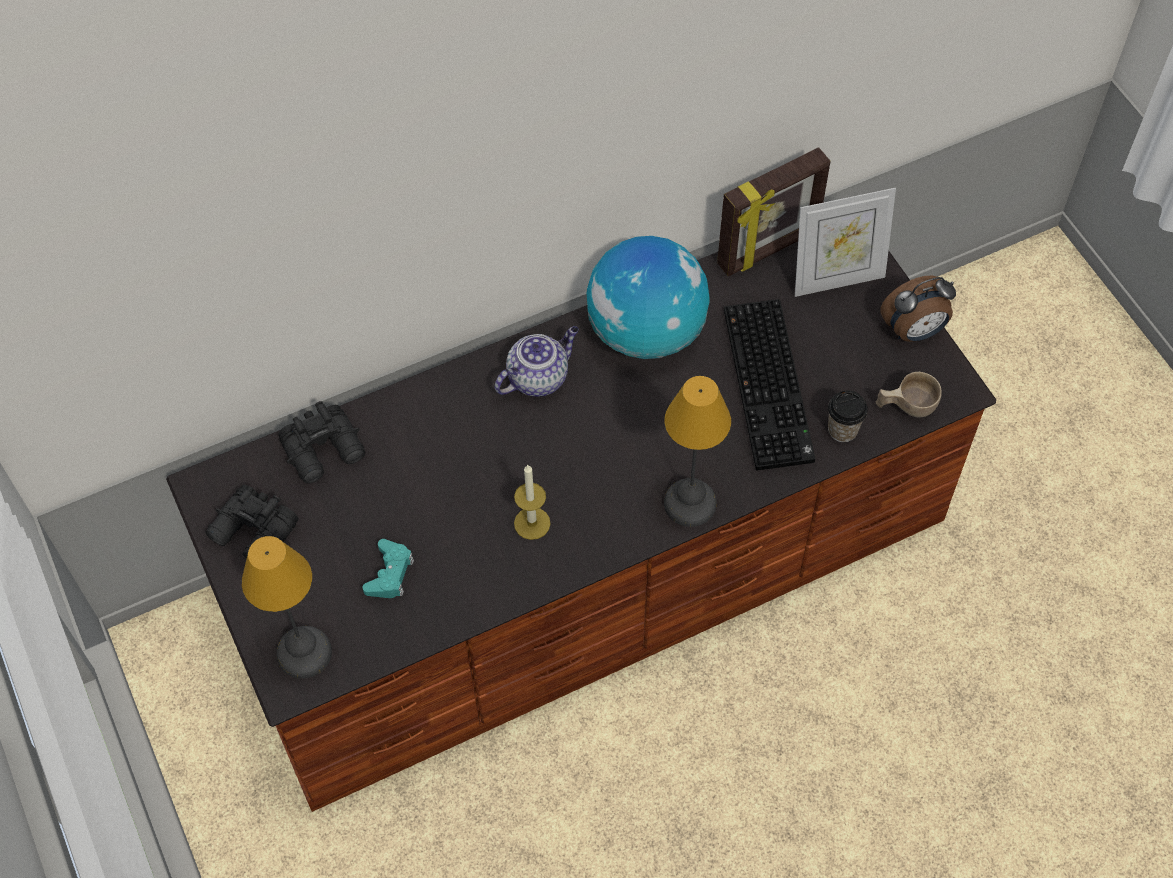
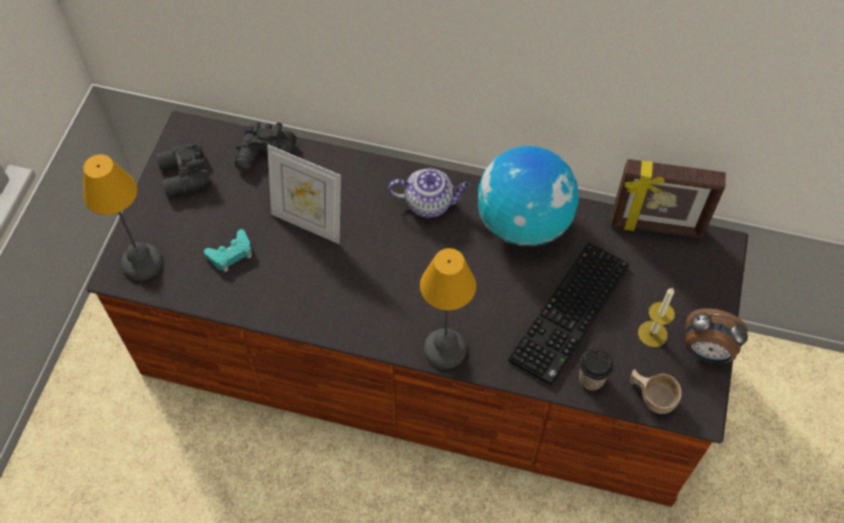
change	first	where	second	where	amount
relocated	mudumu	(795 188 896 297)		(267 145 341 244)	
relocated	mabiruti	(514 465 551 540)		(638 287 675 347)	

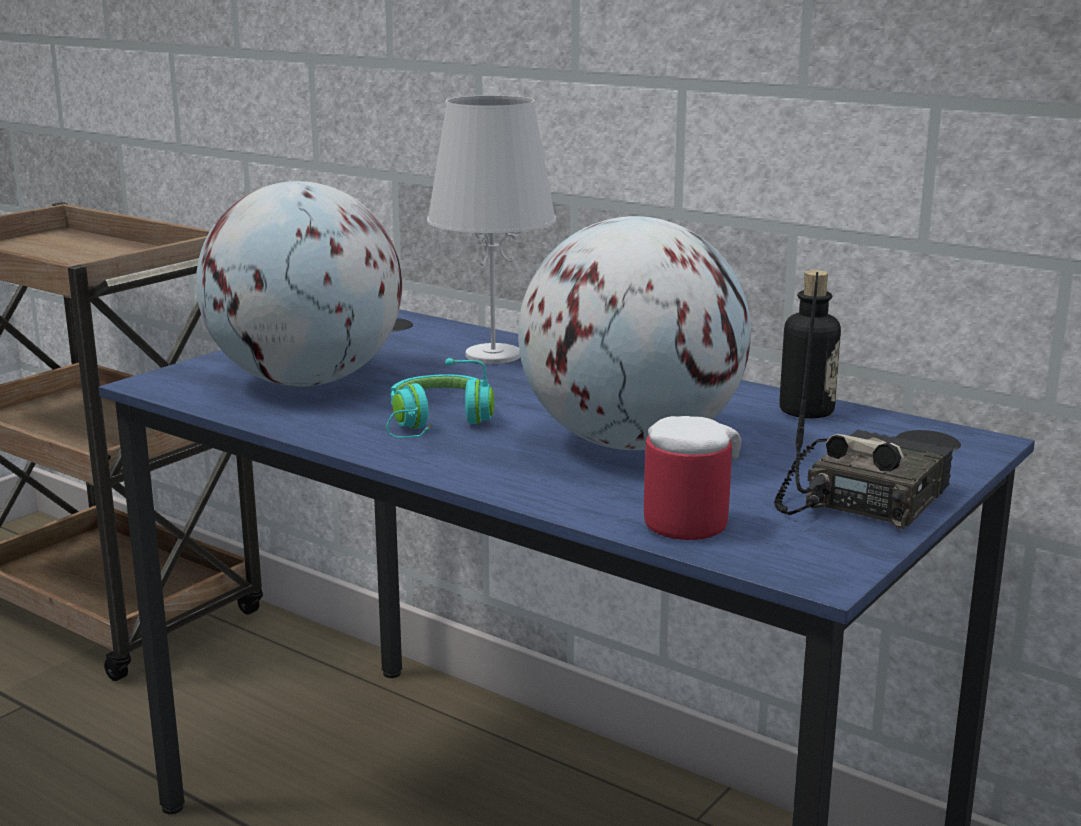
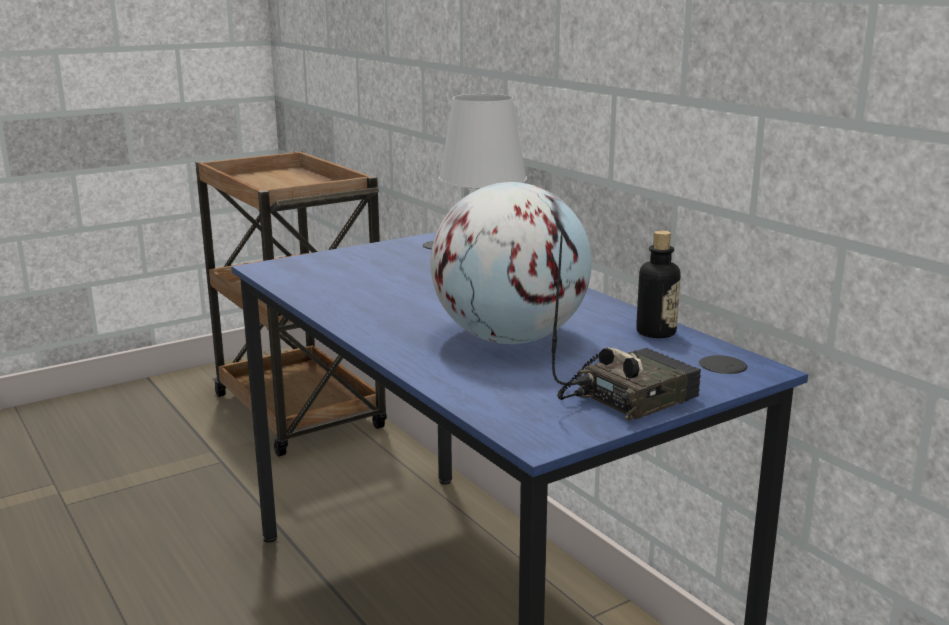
change	first	where	second	where	amount
missing	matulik	(196 181 402 387)			
missing	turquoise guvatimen	(386 358 494 438)			
missing	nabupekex	(644 416 741 540)			

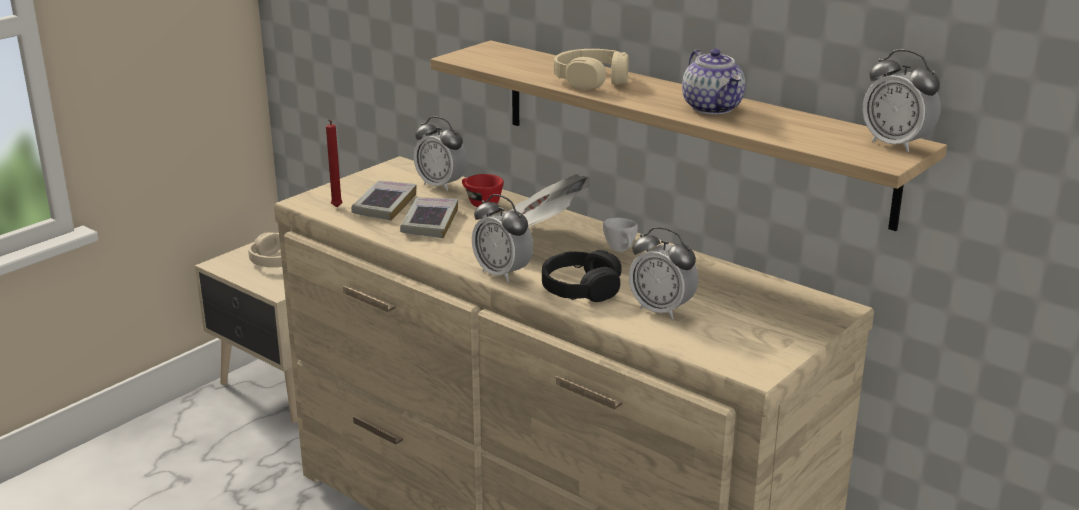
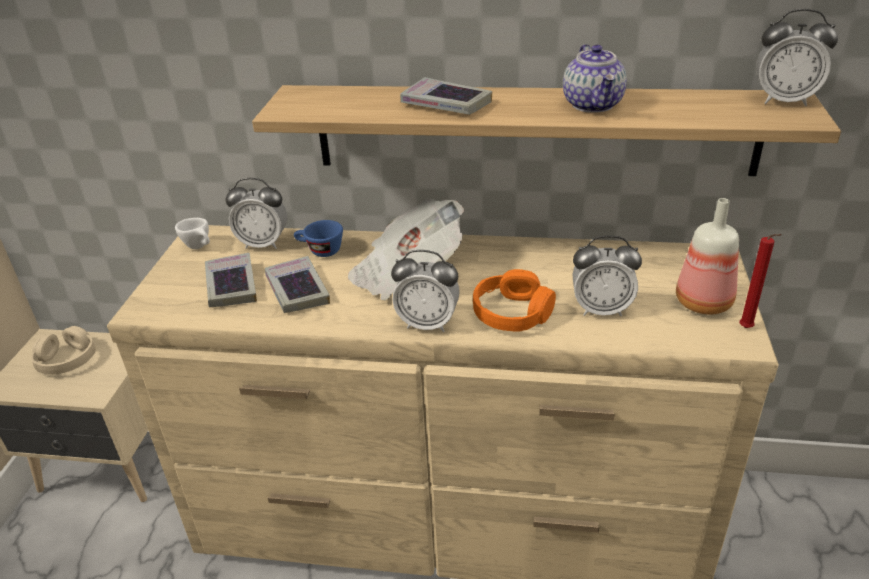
change	first	where	second	where	amount
relocated	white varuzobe	(603 218 638 252)		(175 218 210 249)	
colour	red varuzobe	(462 174 504 207)	blue varuzobe	(294 220 343 257)	
exchanged	beige guvatimen	(553 49 629 90)	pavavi	(400 77 492 115)	
colour	black guvatimen	(542 250 622 302)	orange guvatimen	(473 269 556 332)	
spun	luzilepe	(682 49 745 115)		(563 44 627 113)	45 degrees clockwise
appeared			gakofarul	(676 198 739 314)	
relocated	red mabiruti	(326 119 343 207)		(740 234 782 328)	

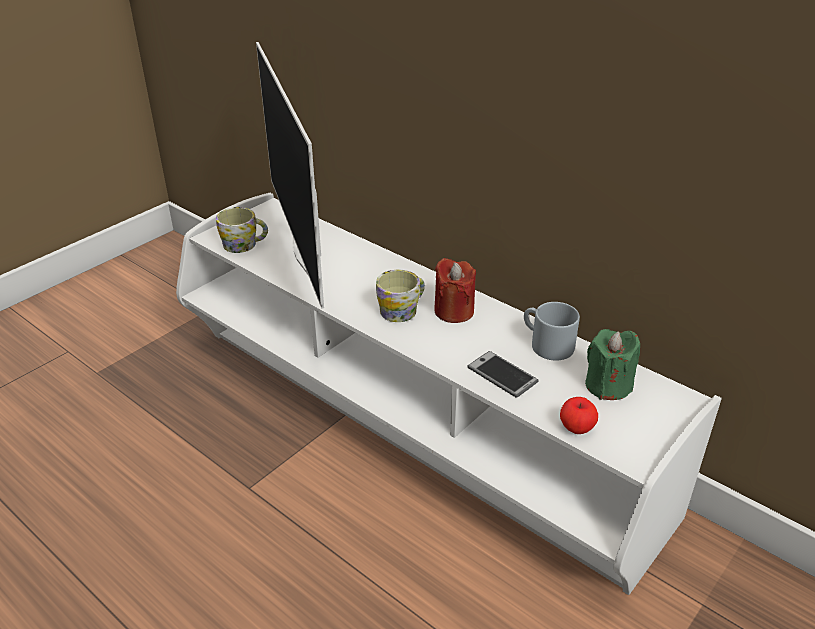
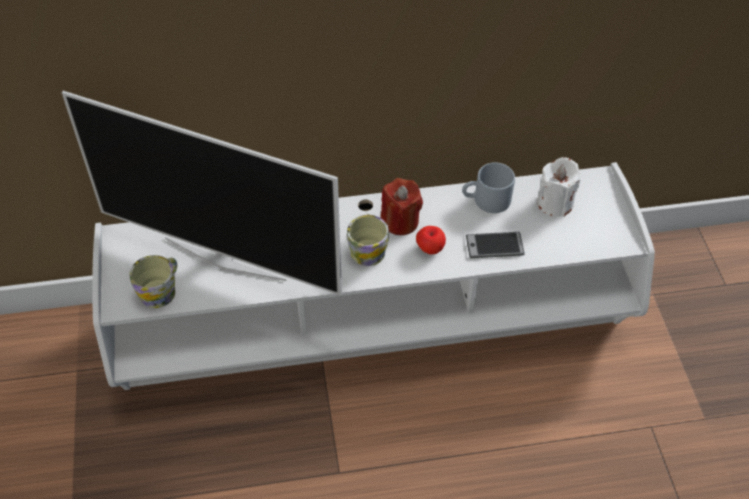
change	first	where	second	where	amount
relocated	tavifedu	(560 397 598 434)		(416 226 446 254)	
colour	green mabiruti	(585 329 640 400)	white mabiruti	(537 157 580 217)	

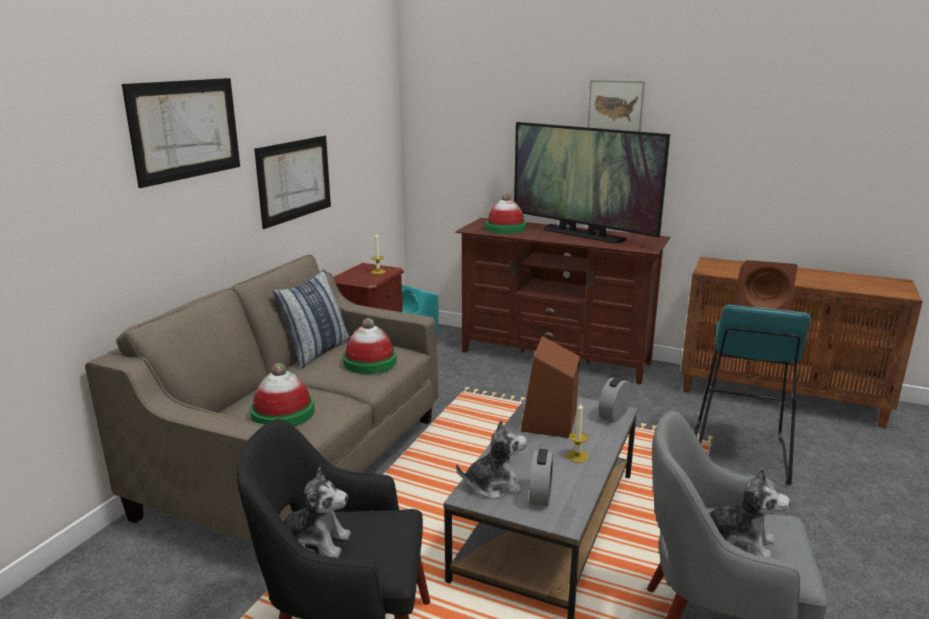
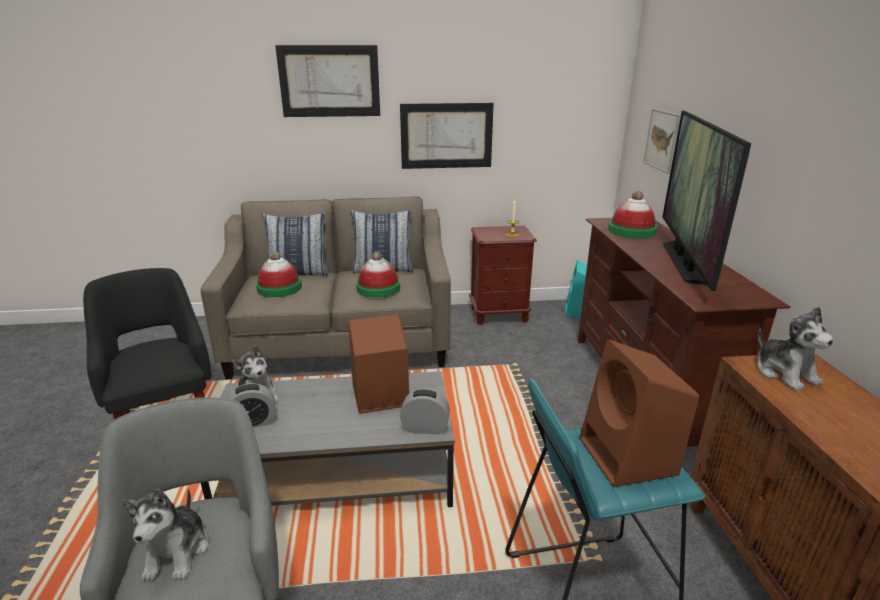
change	first	where	second	where	amount
appeared			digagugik	(262 212 328 276)	
relocated	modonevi	(587 80 645 132)		(643 109 681 174)	
relocated	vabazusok	(283 467 351 558)		(757 307 834 391)	
missing	mabiruti	(566 403 589 463)			

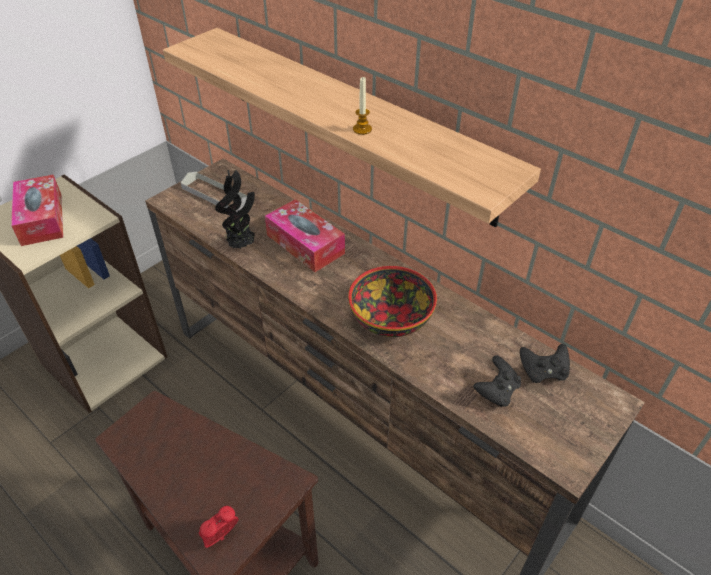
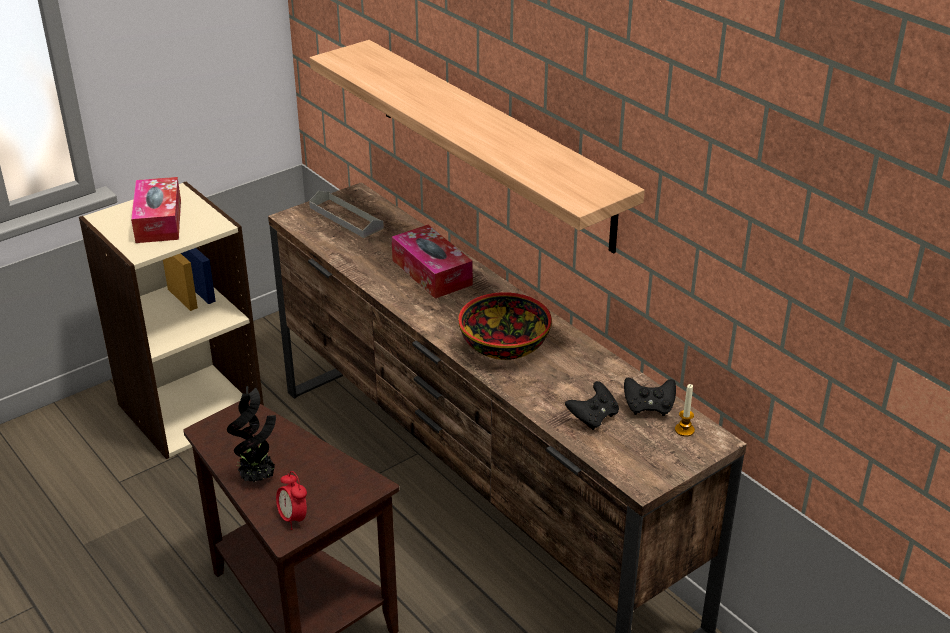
change	first	where	second	where	amount
relocated	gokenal	(215 170 255 249)		(227 386 276 482)	
spun	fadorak	(199 506 239 548)		(276 471 307 530)	90 degrees counterclockwise
relocated	mabiruti	(353 77 372 135)		(675 384 695 437)	

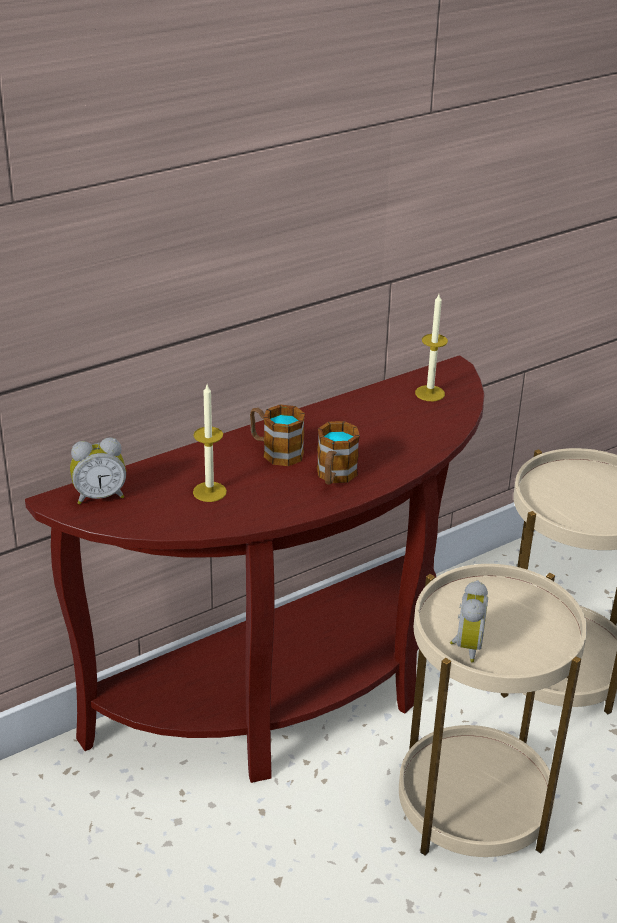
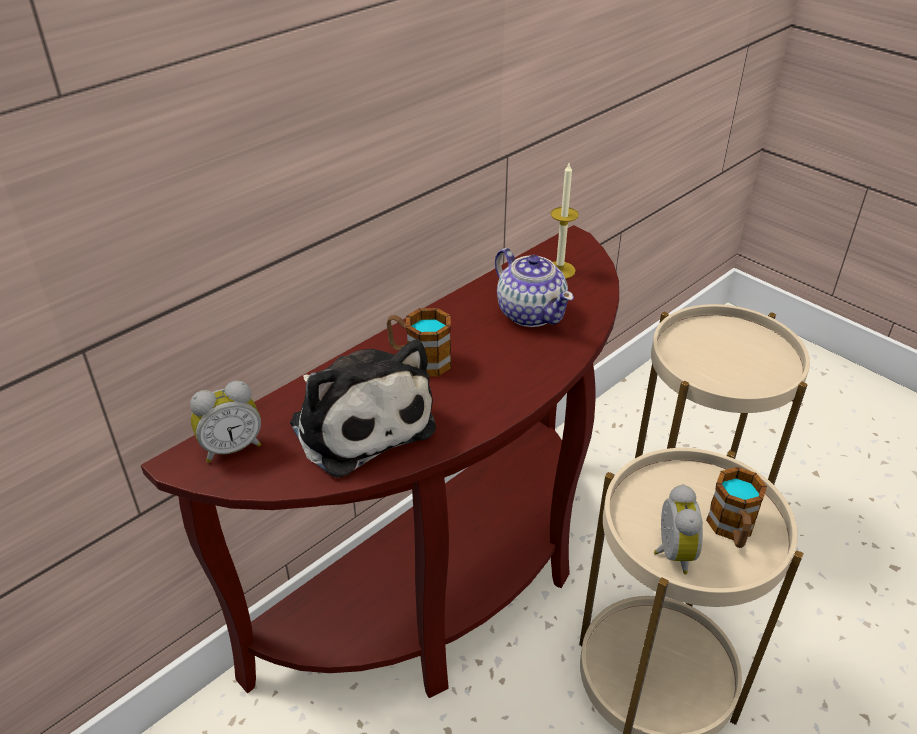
change	first	where	second	where	amount
exchanged	mabiruti	(193 385 227 502)	vabazusok	(290 339 436 478)	
appeared			luzilepe	(495 248 574 327)	
relocated	nabupekex	(317 421 360 484)		(706 467 767 548)	

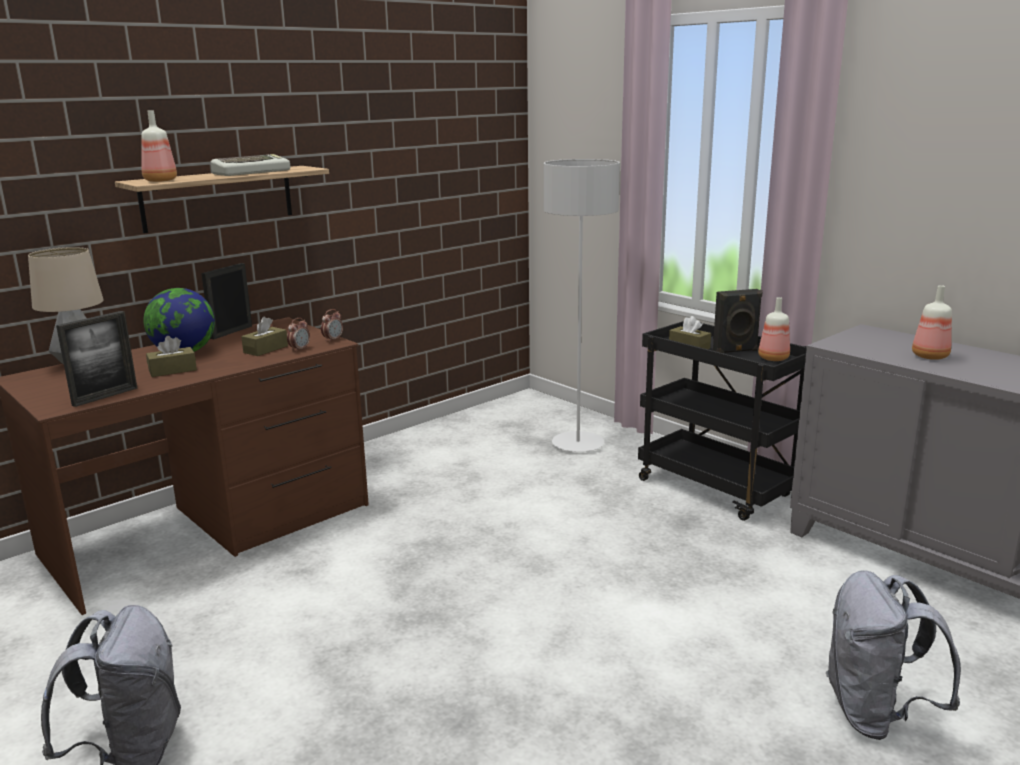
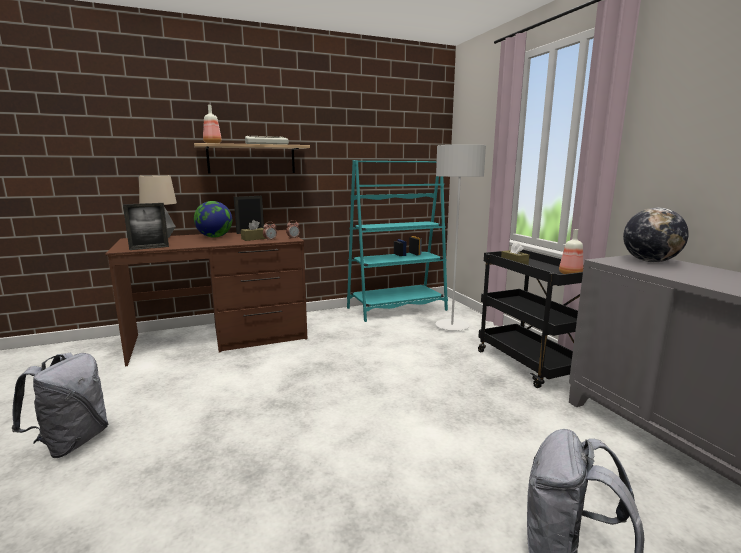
change	first	where	second	where	amount
appeared			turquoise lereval	(347 160 448 322)	
appeared			matulik	(623 208 689 262)	
missing	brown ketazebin	(146 336 197 377)			
missing	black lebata	(713 289 763 353)			
missing	gakofarul	(912 285 952 360)			

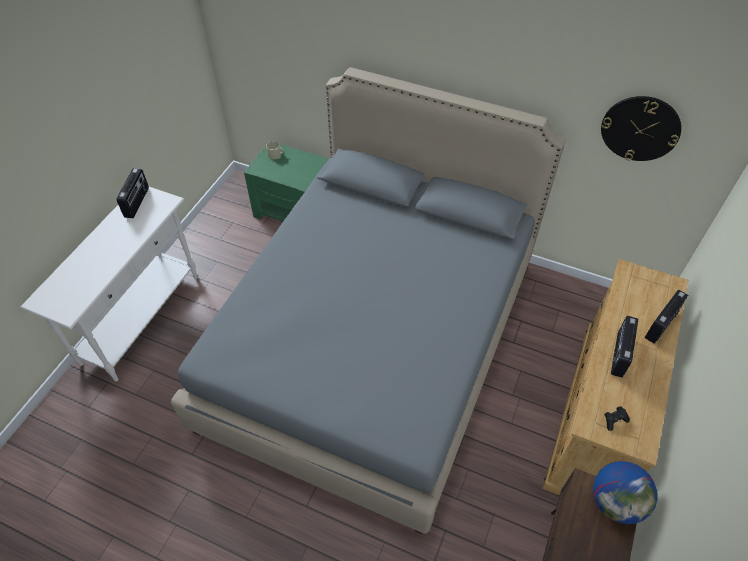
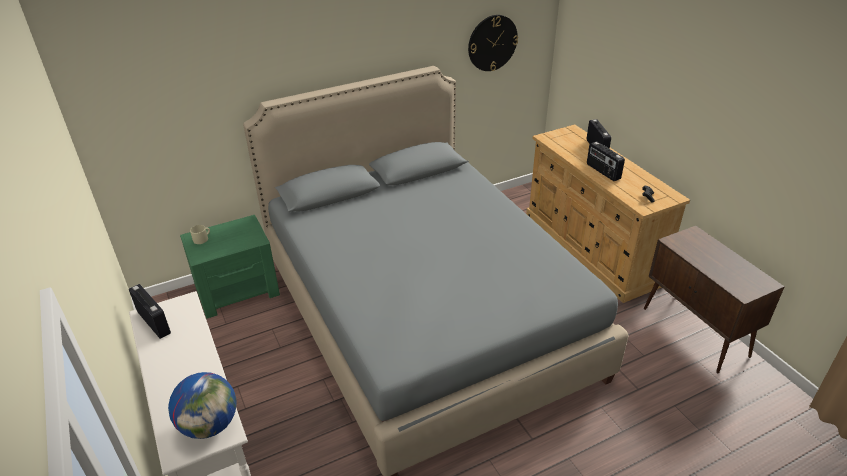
change	first	where	second	where	amount
relocated	matulik	(593 461 657 524)		(168 372 237 439)	

